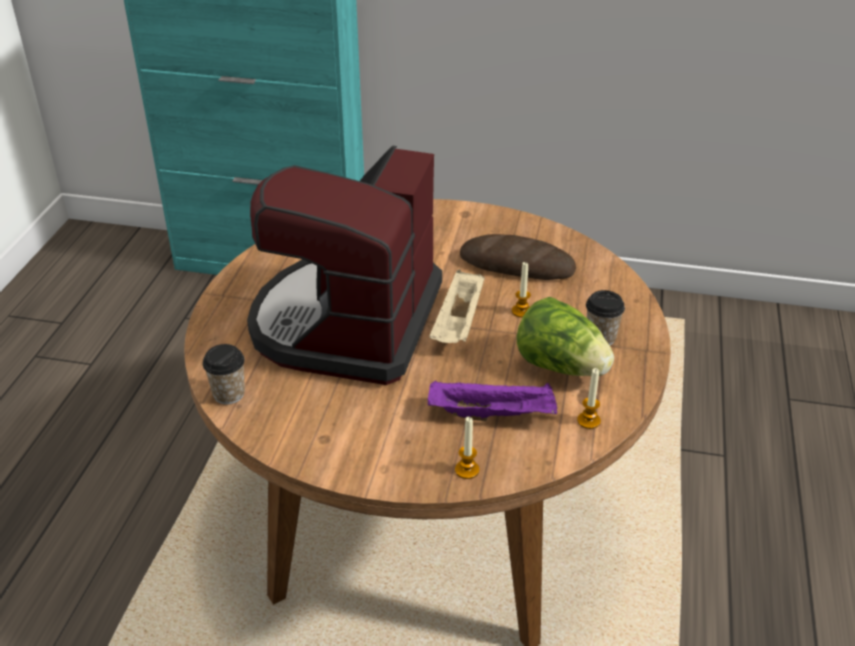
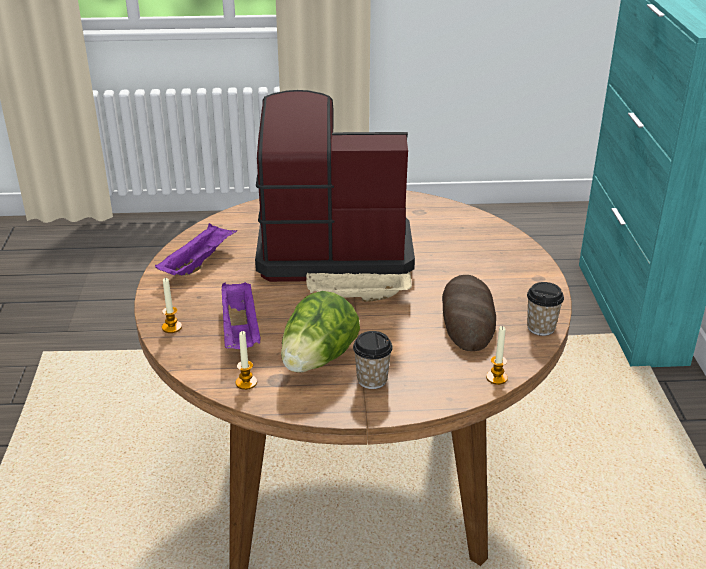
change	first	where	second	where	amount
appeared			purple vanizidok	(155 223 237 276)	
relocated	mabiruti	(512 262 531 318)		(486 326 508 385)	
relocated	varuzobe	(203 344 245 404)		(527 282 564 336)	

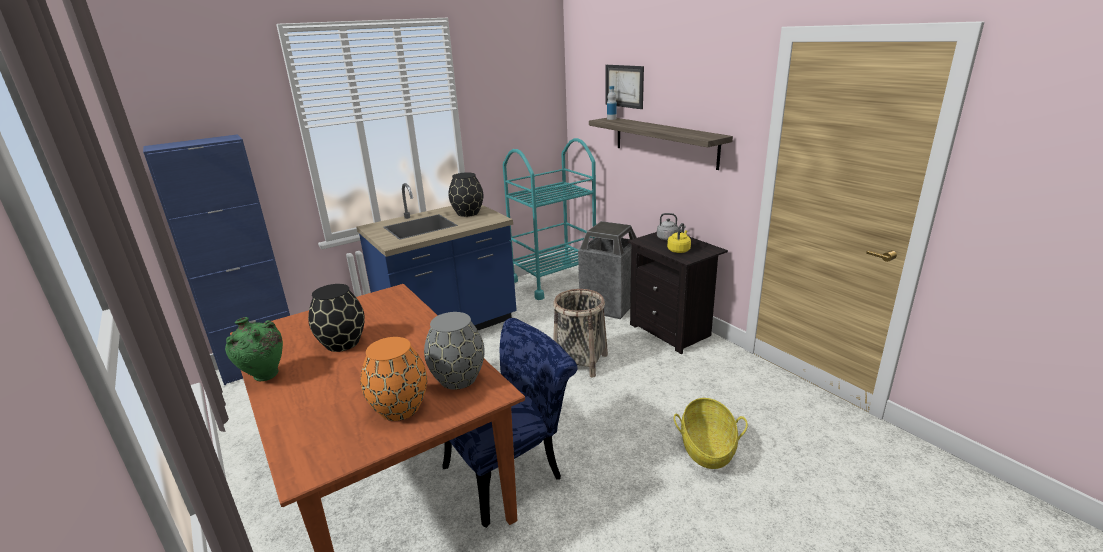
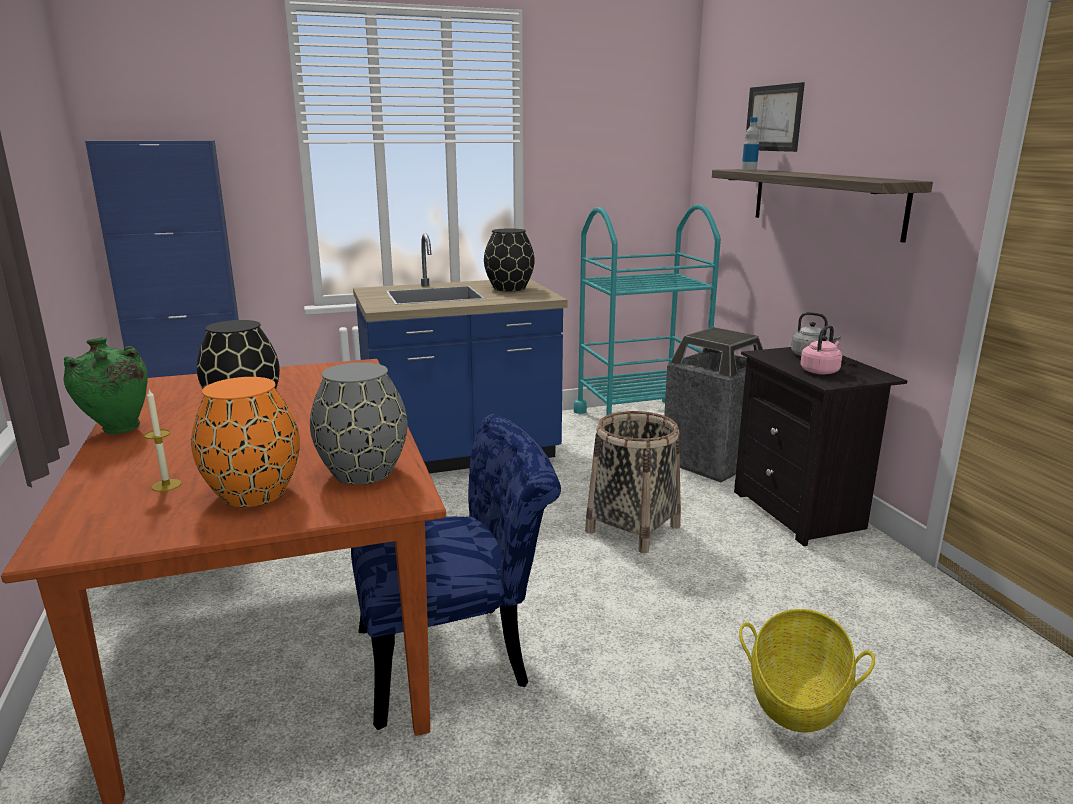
change	first	where	second	where	amount
appeared			mabiruti	(144 389 181 492)	
colour	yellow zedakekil	(667 223 691 253)	pink zedakekil	(801 325 842 374)	

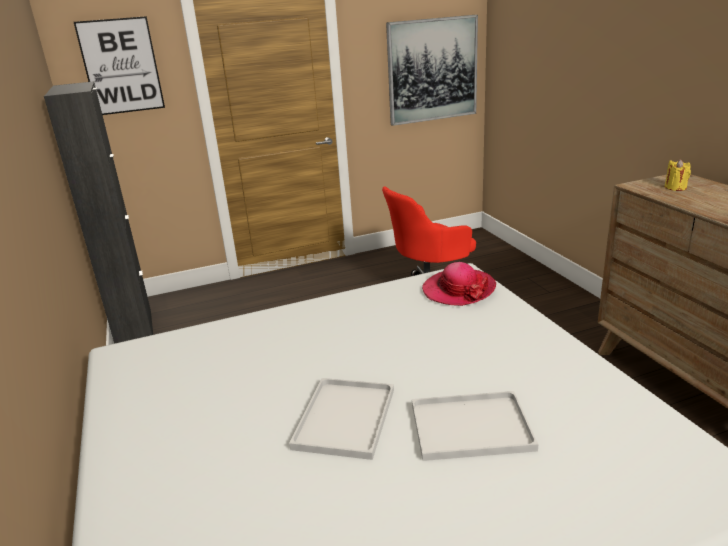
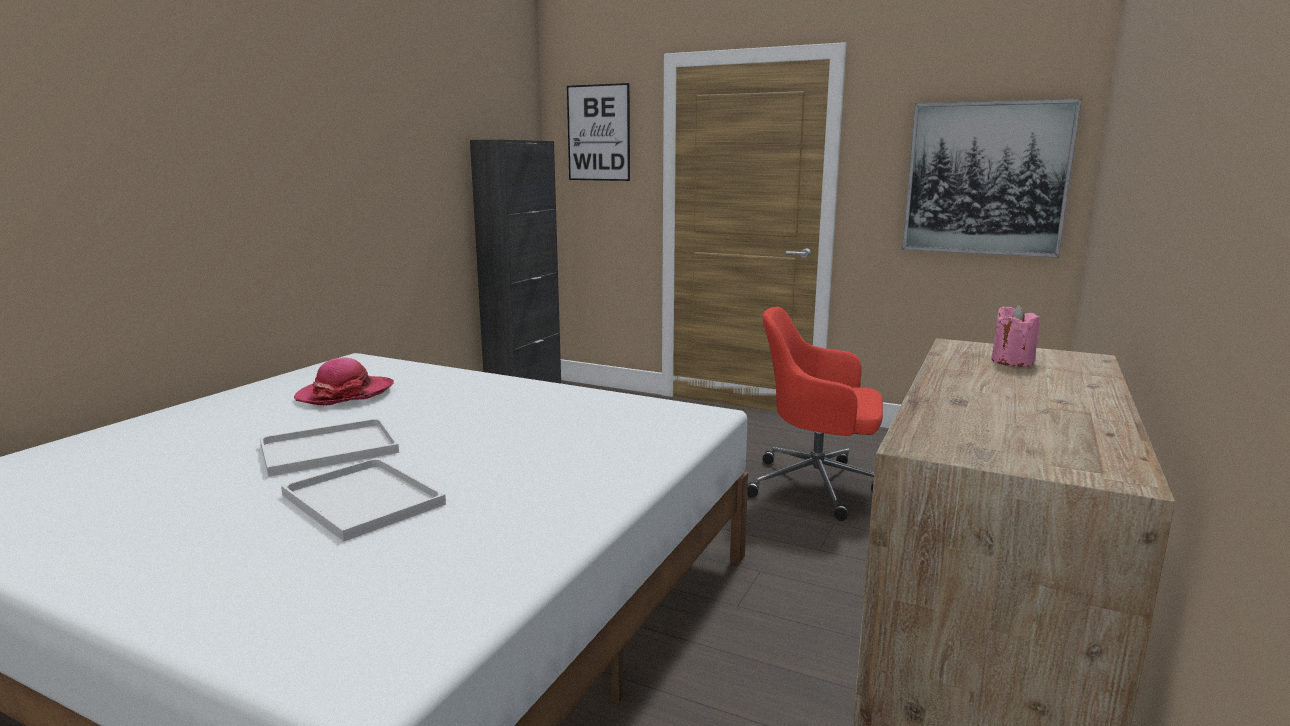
change	first	where	second	where	amount
relocated	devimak	(422 262 496 306)		(294 357 394 405)	
colour	yellow mabiruti	(664 159 691 191)	pink mabiruti	(991 305 1041 367)	

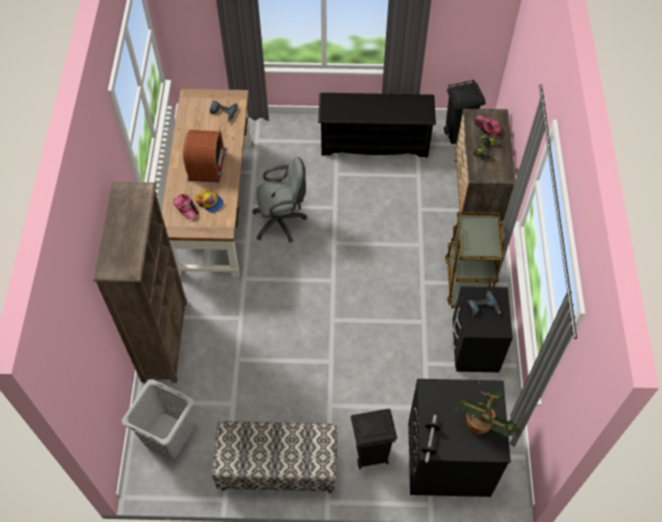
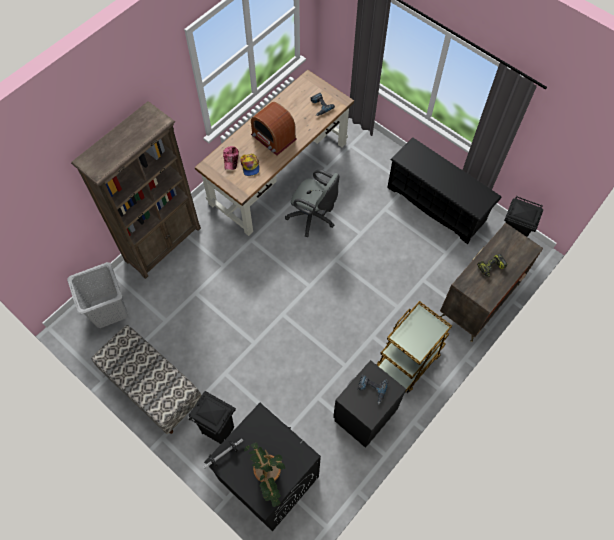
change	first	where	second	where	amount
spun	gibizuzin	(183 130 227 182)		(251 102 297 156)	90 degrees clockwise
missing	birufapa	(475 115 501 138)			

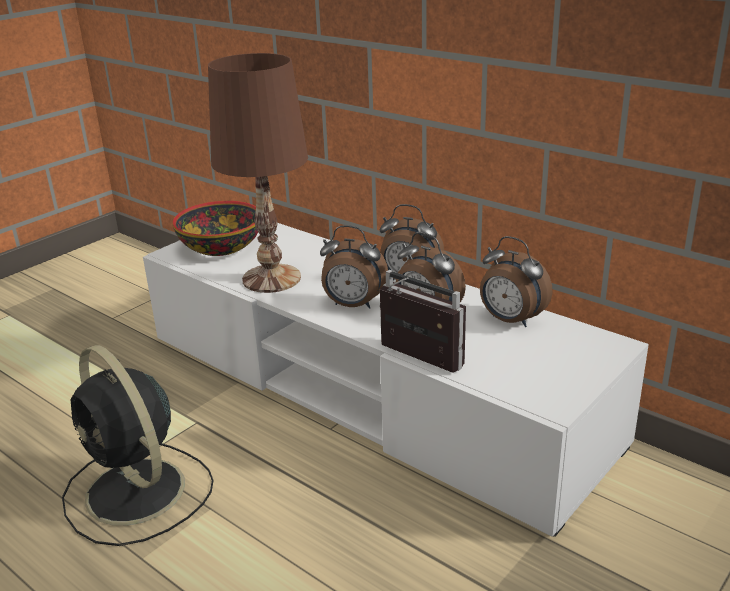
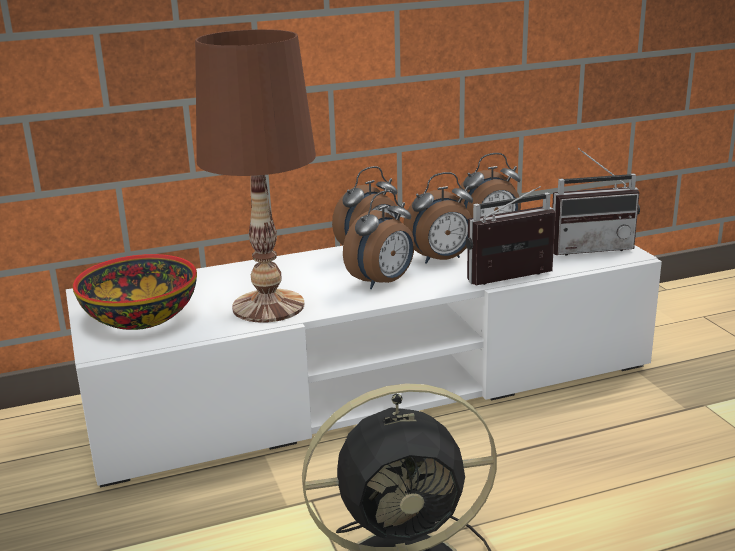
change	first	where	second	where	amount
appeared			gibizuzin	(552 148 640 256)	

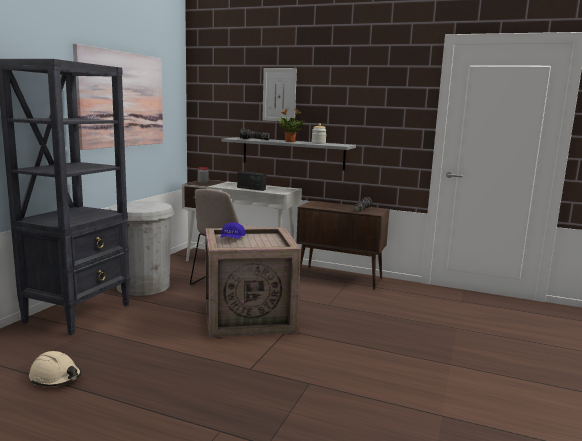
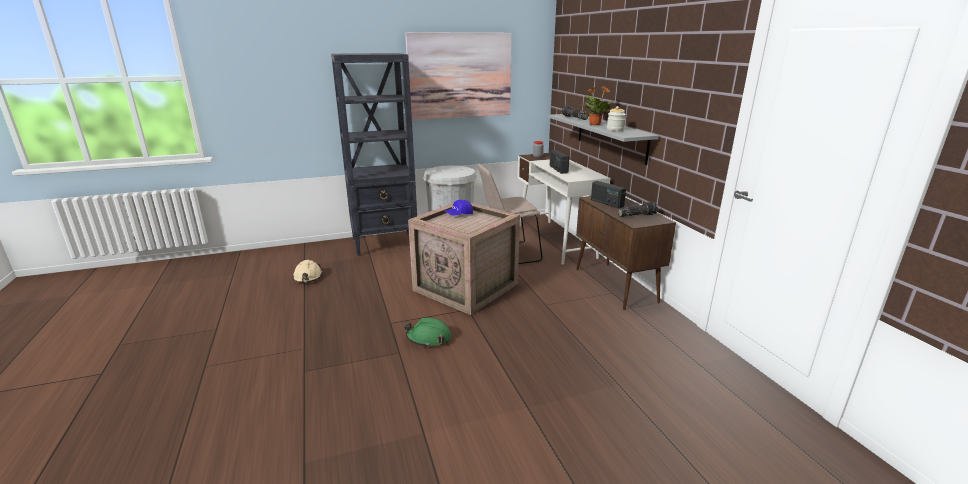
change	first	where	second	where	amount
appeared			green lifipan	(404 318 451 348)	
appeared			gibizuzin	(591 181 626 209)	
missing	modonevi	(262 68 297 121)			

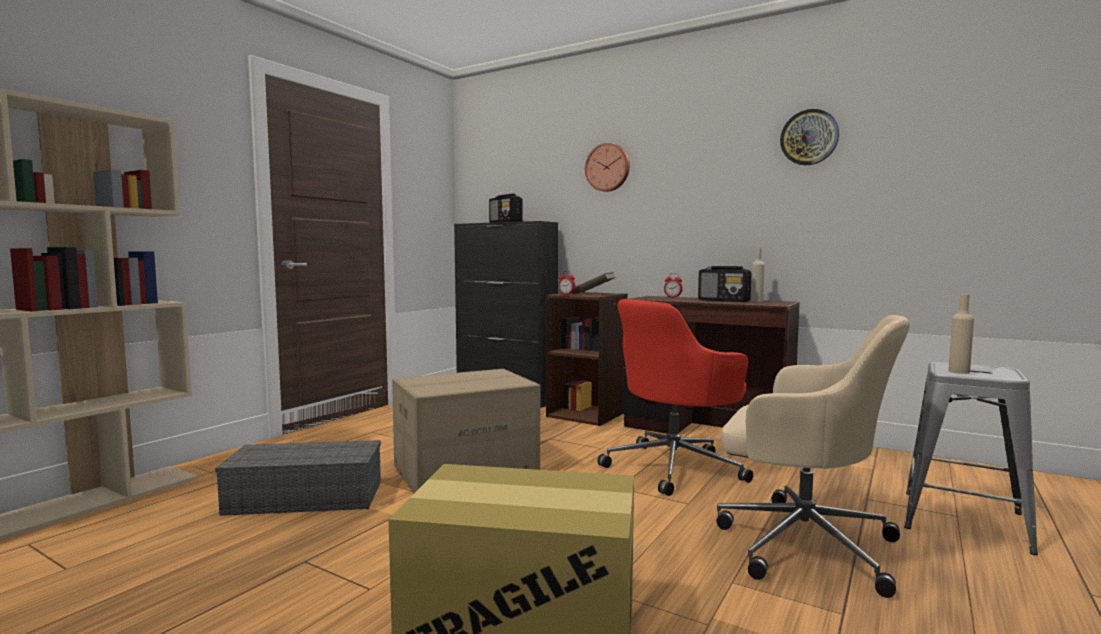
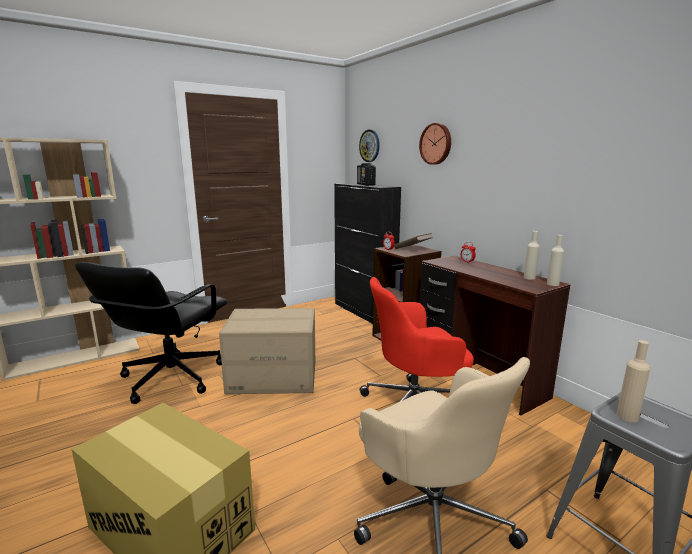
change	first	where	second	where	amount
exchanged	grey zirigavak	(215 440 381 516)	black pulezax	(75 262 228 404)	
relocated	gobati	(780 109 839 165)		(359 129 380 162)	
appeared			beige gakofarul	(547 235 564 286)	
missing	gibizuzin	(698 266 752 302)			

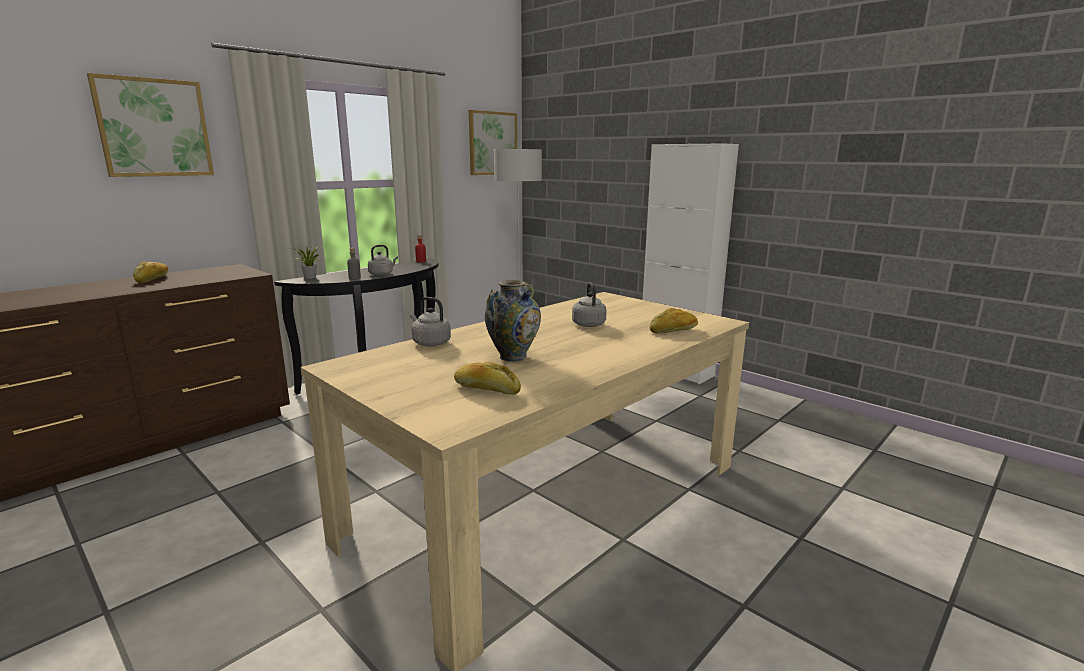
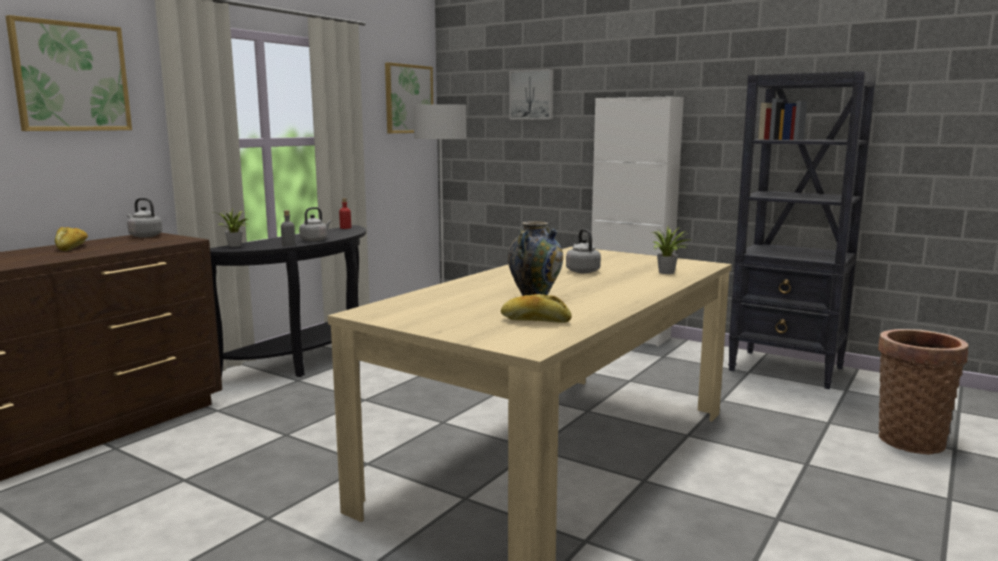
change	first	where	second	where	amount
relocated	grey zedakekil	(410 297 451 346)		(127 198 162 238)	
appeared			modonevi	(509 69 554 119)	
exchanged	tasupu	(650 308 698 334)	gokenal	(653 226 690 274)	
appeared			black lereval	(728 71 876 389)	
appeared			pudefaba	(878 329 968 454)	

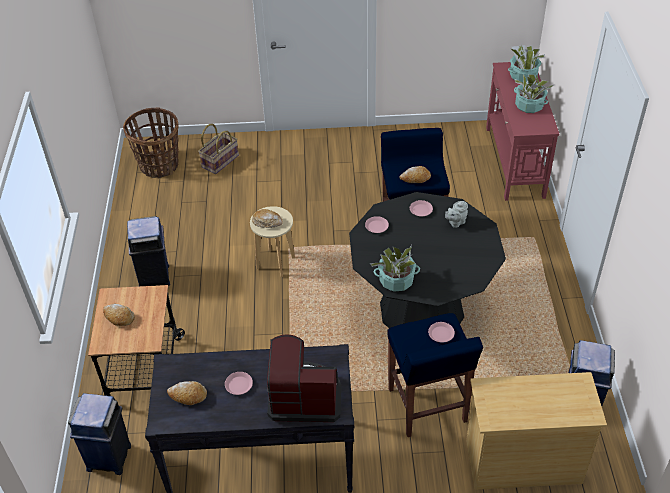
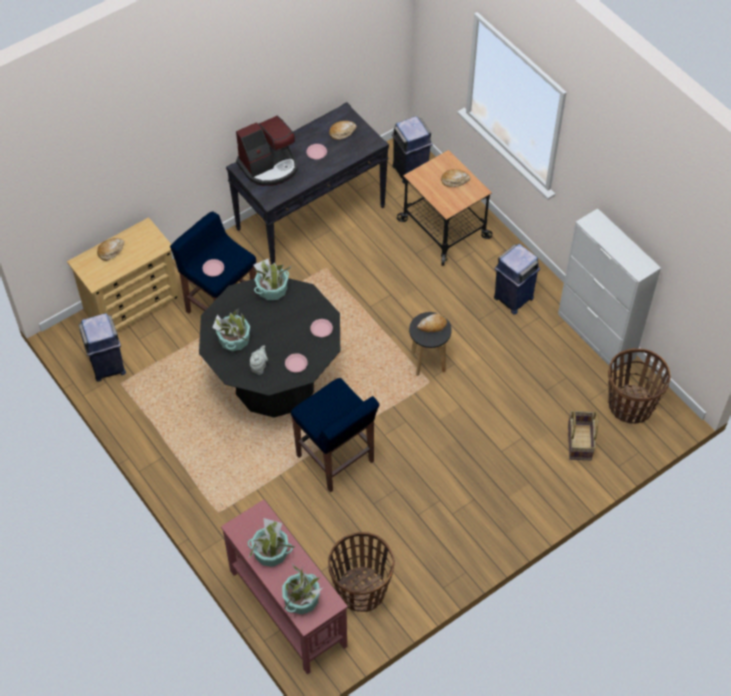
change	first	where	second	where	amount
relocated	tasupu	(399 166 431 183)		(97 238 124 261)	
appeared			gokenal	(212 307 250 351)	
appeared			pudefaba	(328 532 395 612)	
colour	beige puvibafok	(250 206 295 277)	black puvibafok	(409 312 452 376)	
appeared			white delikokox	(558 208 661 370)	

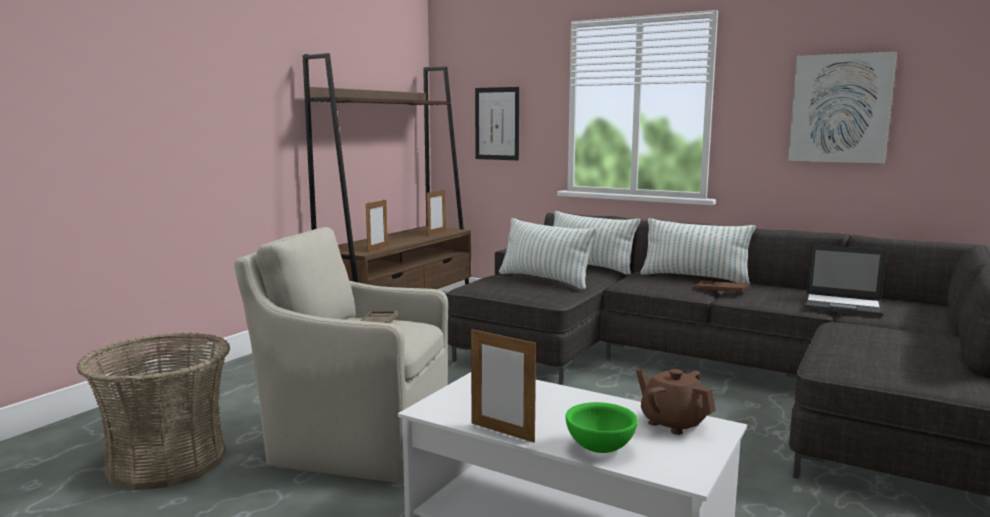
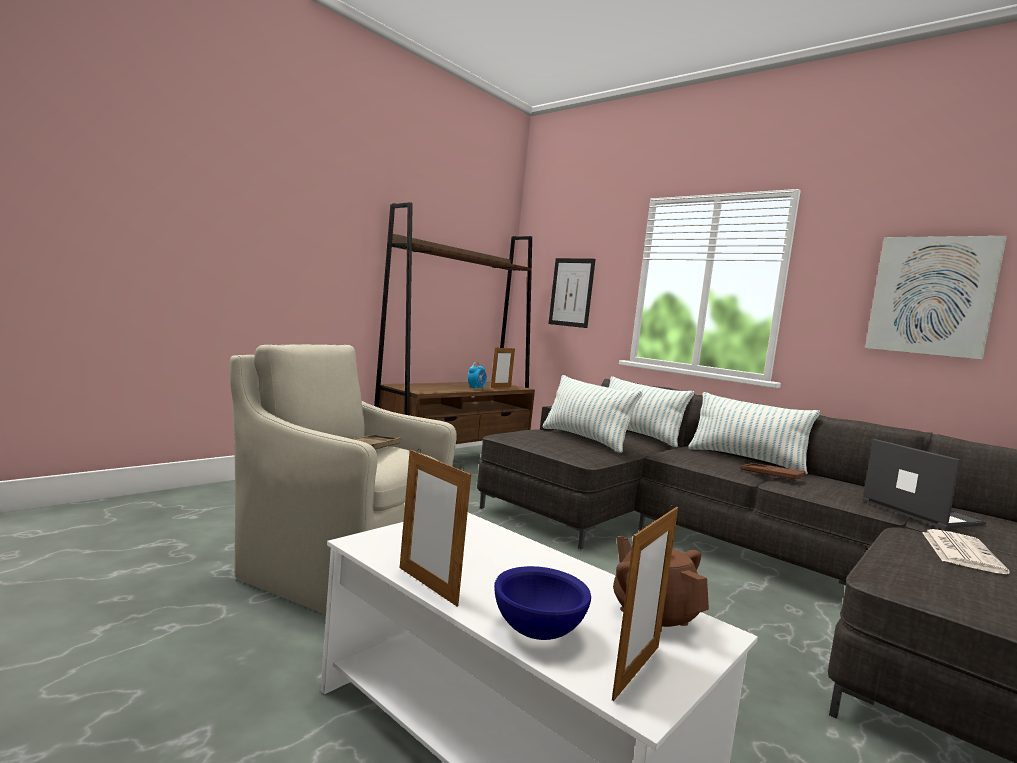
change	first	where	second	where	amount
appeared			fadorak	(468 362 487 390)	
colour	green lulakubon	(565 402 638 453)	blue lulakubon	(494 566 591 640)	
relocated	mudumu	(366 199 388 252)		(612 505 678 701)	
spun	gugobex	(804 244 886 317)		(862 439 986 529)	150 degrees counterclockwise
appeared			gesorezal	(922 529 1010 574)	
missing	pudefaba	(77 333 230 490)			

